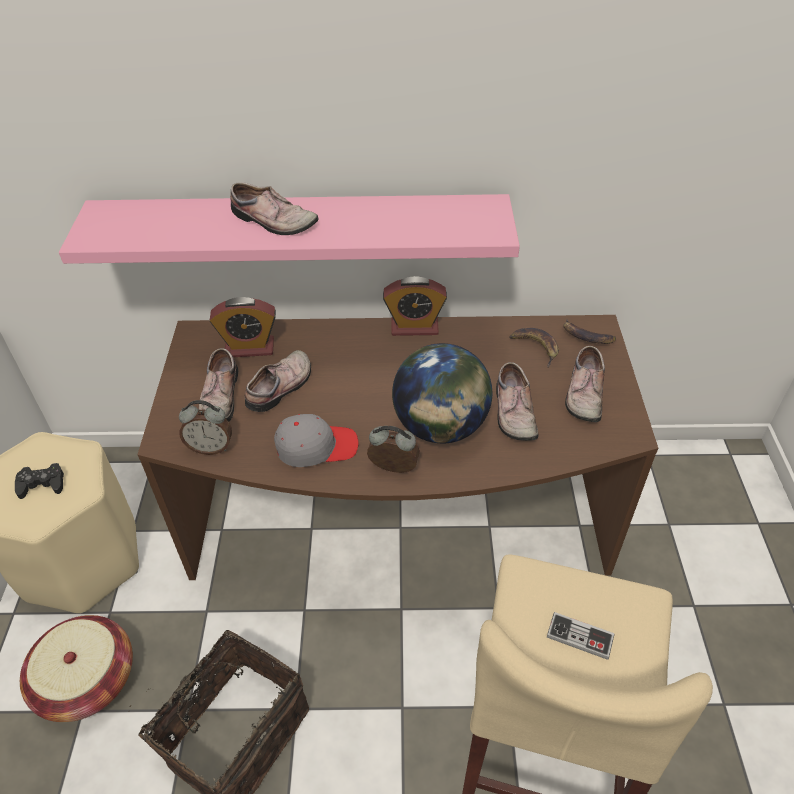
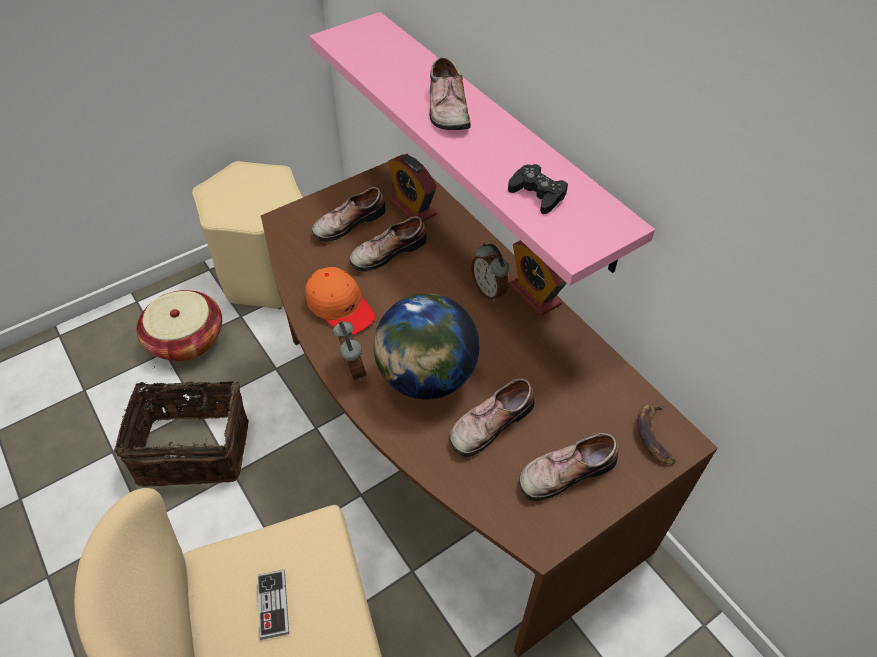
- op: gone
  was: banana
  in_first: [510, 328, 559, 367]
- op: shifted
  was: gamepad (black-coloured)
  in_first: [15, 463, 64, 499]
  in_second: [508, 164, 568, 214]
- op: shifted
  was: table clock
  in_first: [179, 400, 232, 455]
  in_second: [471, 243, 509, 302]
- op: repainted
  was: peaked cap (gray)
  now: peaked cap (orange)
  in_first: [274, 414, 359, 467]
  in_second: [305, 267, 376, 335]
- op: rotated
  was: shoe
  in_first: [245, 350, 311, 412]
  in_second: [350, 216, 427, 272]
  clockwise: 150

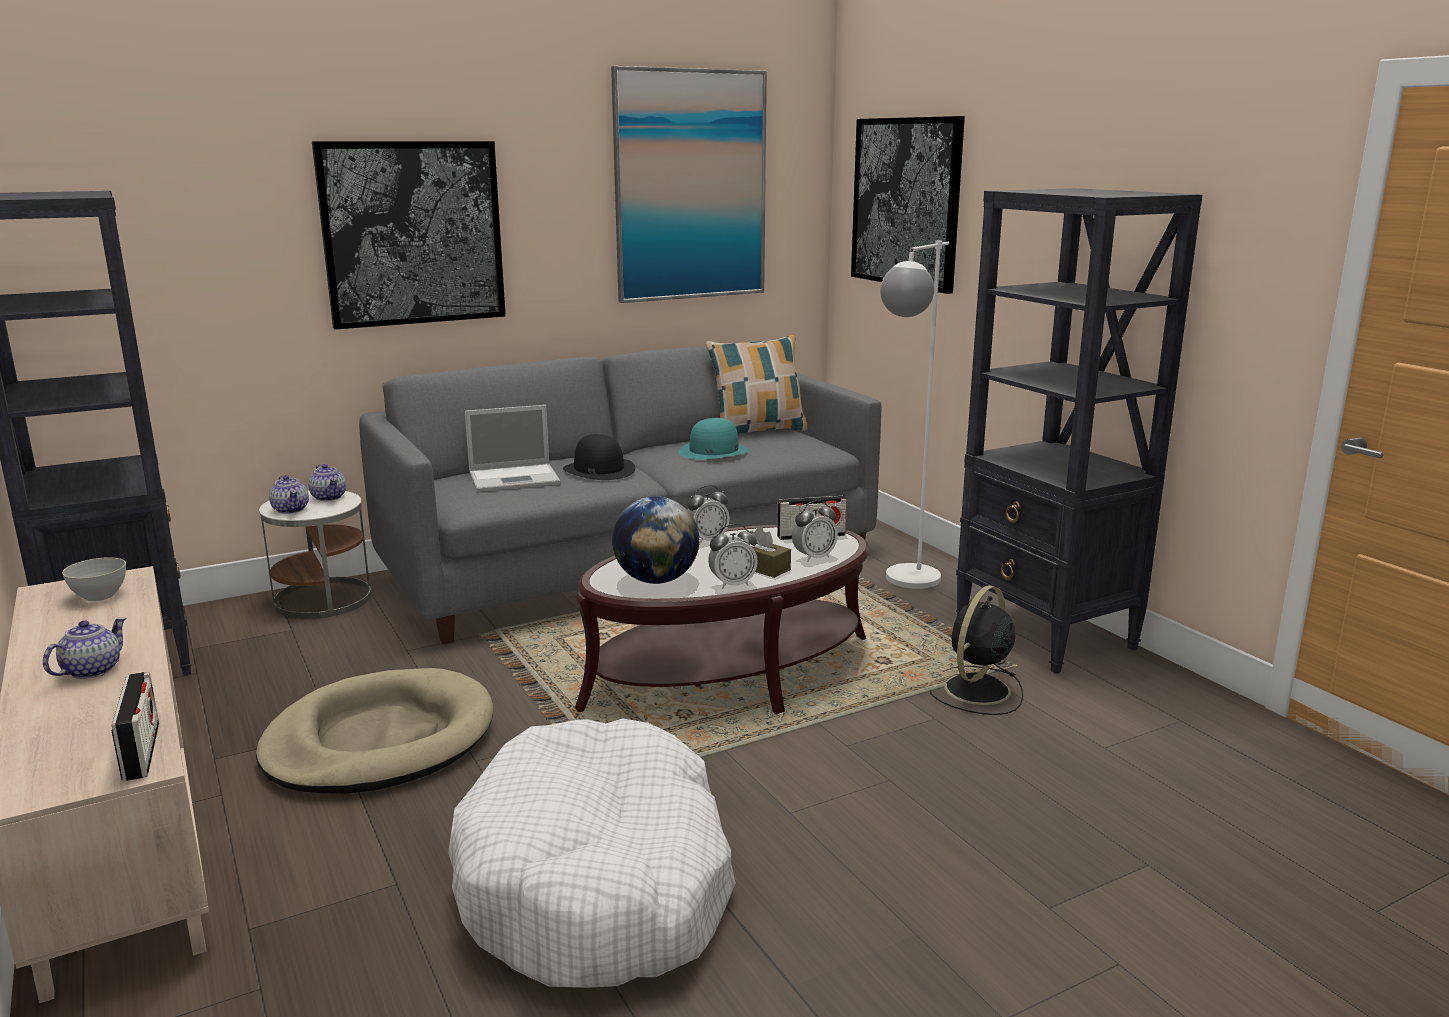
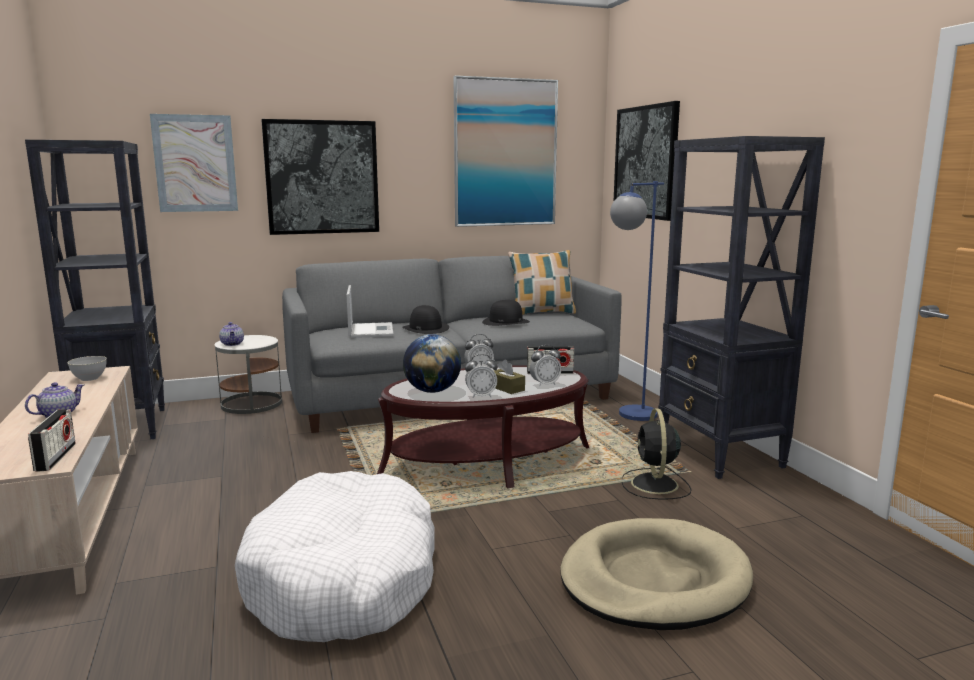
- op: gone
  was: teapot
  in_first: [308, 464, 346, 501]
- op: new
  now: picture
  in_second: [150, 114, 238, 212]
- op: shifted
  was: dog bed (beige)
  in_first: [256, 668, 493, 793]
  in_second: [560, 518, 753, 630]
- op: repainted
  was: hat (turquoise)
  now: hat (black-coloured)
  in_first: [679, 418, 749, 460]
  in_second: [482, 300, 530, 326]
- op: repainted
  was: standard lamp (white)
  now: standard lamp (bluish)
  in_first: [880, 241, 949, 589]
  in_second: [610, 181, 664, 421]
- op: rotated
  was: laptop
  in_first: [465, 405, 561, 492]
  in_second: [347, 285, 393, 338]
  clockwise: -90
- op: rotated
  was: electric fan (black-coloured)
  in_first: [930, 585, 1023, 715]
  in_second: [622, 409, 691, 500]
  clockwise: -45

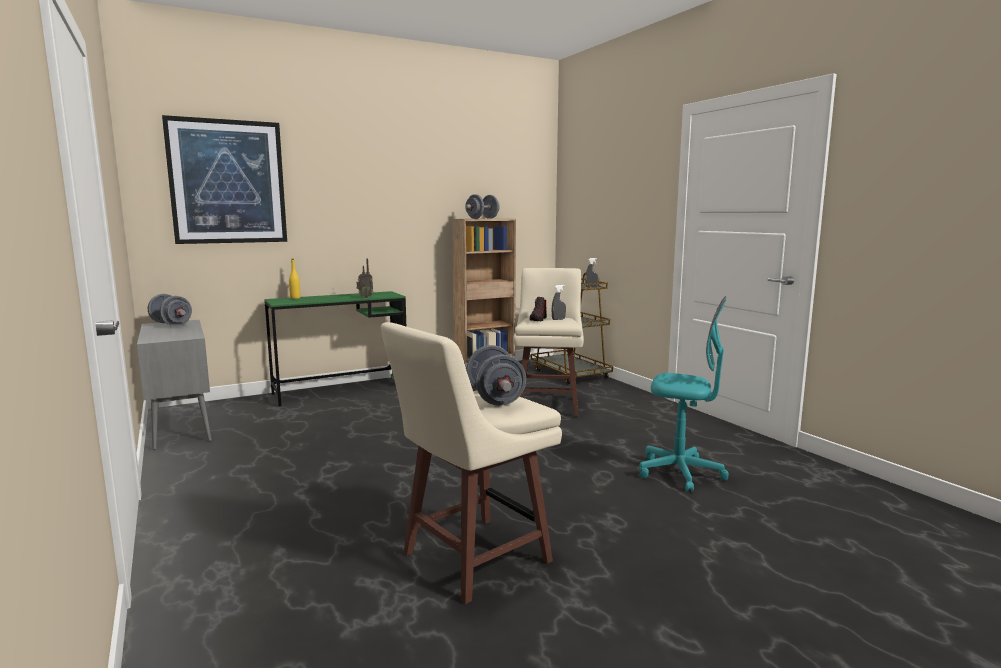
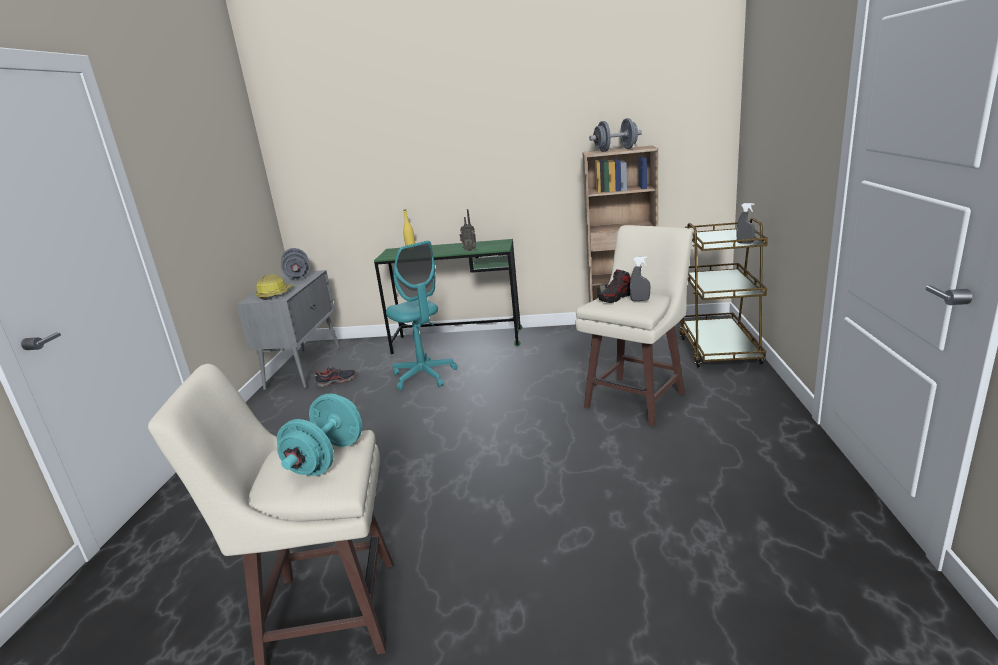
- op: gone
  was: picture
  in_first: [162, 115, 287, 244]
- op: new
  now: work helmet
  in_second: [256, 274, 293, 300]
- op: new
  now: shoe
  in_second: [314, 367, 356, 387]
- op: shifted
  was: office chair (turquoise)
  in_first: [639, 296, 729, 492]
  in_second: [386, 241, 457, 390]
- op: repainted
  was: free weight (gray)
  now: free weight (turquoise)
  in_first: [466, 345, 526, 406]
  in_second: [277, 394, 362, 476]

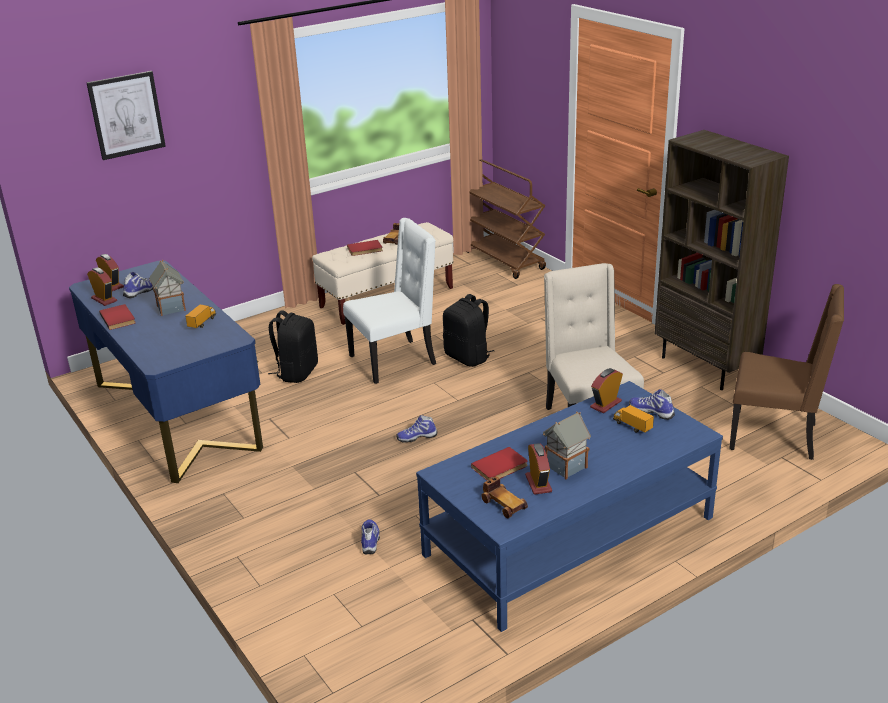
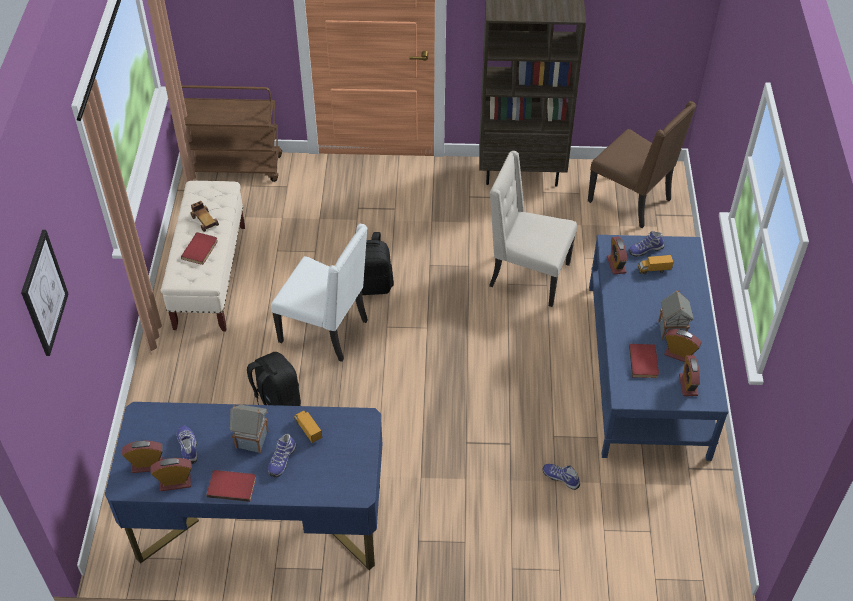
- op: shifted
  was: shoe
  in_first: [396, 415, 437, 443]
  in_second: [268, 434, 296, 477]
- op: swapped
  was: toy car
  now: table clock
  in_first: [481, 476, 528, 518]
  in_second: [679, 355, 700, 396]
- op: rotated
  was: chair (white)
  in_first: [343, 218, 436, 384]
  in_second: [271, 224, 368, 362]
  clockwise: 105
- op: rotated
  was: chair (brownish)
  in_first: [729, 284, 844, 460]
  in_second: [588, 101, 696, 228]
  clockwise: 75

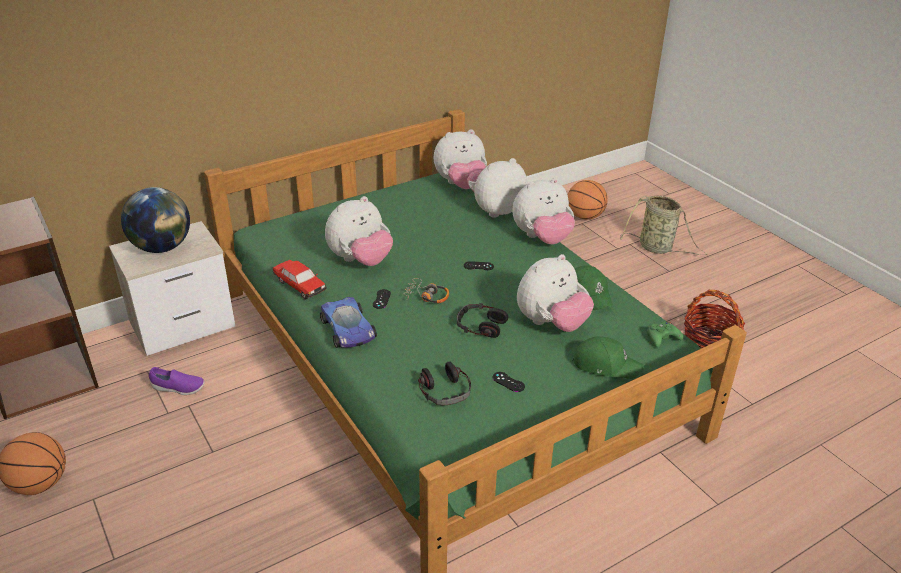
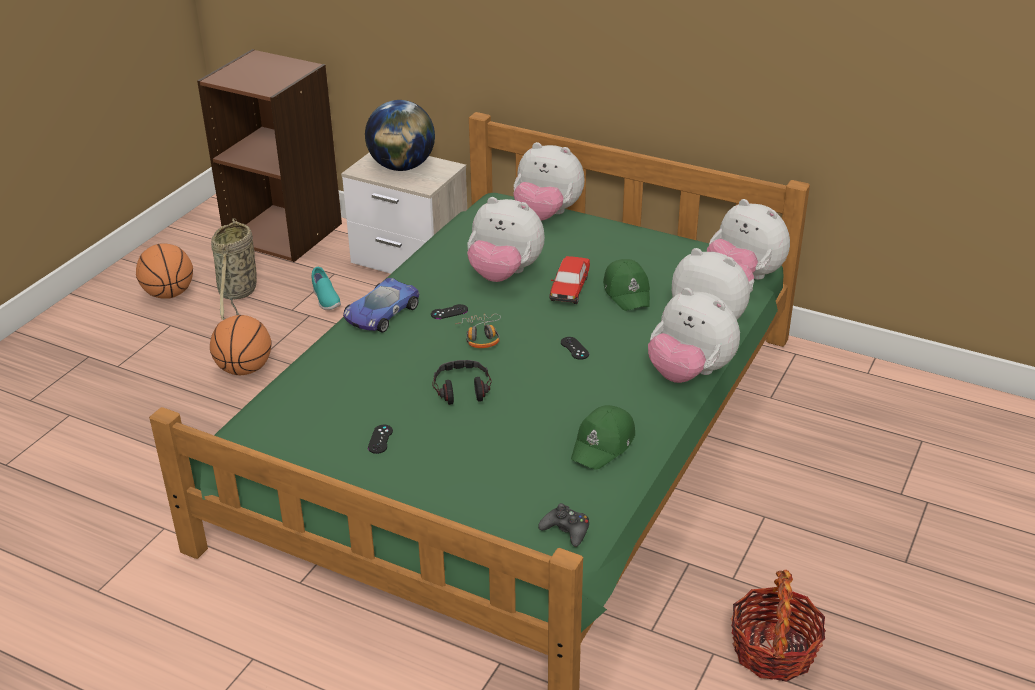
- op: gone
  was: headphones
  in_first: [418, 361, 471, 405]
- op: shifted
  was: toy car
  in_first: [273, 260, 327, 300]
  in_second: [549, 256, 590, 304]
- op: shifted
  was: plush toy
  in_first: [517, 254, 594, 332]
  in_second: [513, 142, 585, 221]
- op: shifted
  was: ball for basketball
  in_first: [568, 180, 608, 219]
  in_second: [210, 315, 272, 375]
- op: shifted
  was: peaked cap (greenish)
  in_first: [573, 336, 644, 379]
  in_second: [603, 259, 650, 311]
- op: shifted
  was: storage basket
  in_first: [621, 196, 708, 256]
  in_second: [211, 218, 257, 320]
- op: repainted
  was: shoe (purple)
  now: shoe (turquoise)
  in_first: [149, 367, 205, 395]
  in_second: [312, 267, 341, 310]
- op: repainted
  was: gamepad (greenish)
  now: gamepad (black-coloured)
  in_first: [647, 321, 683, 347]
  in_second: [538, 503, 589, 547]

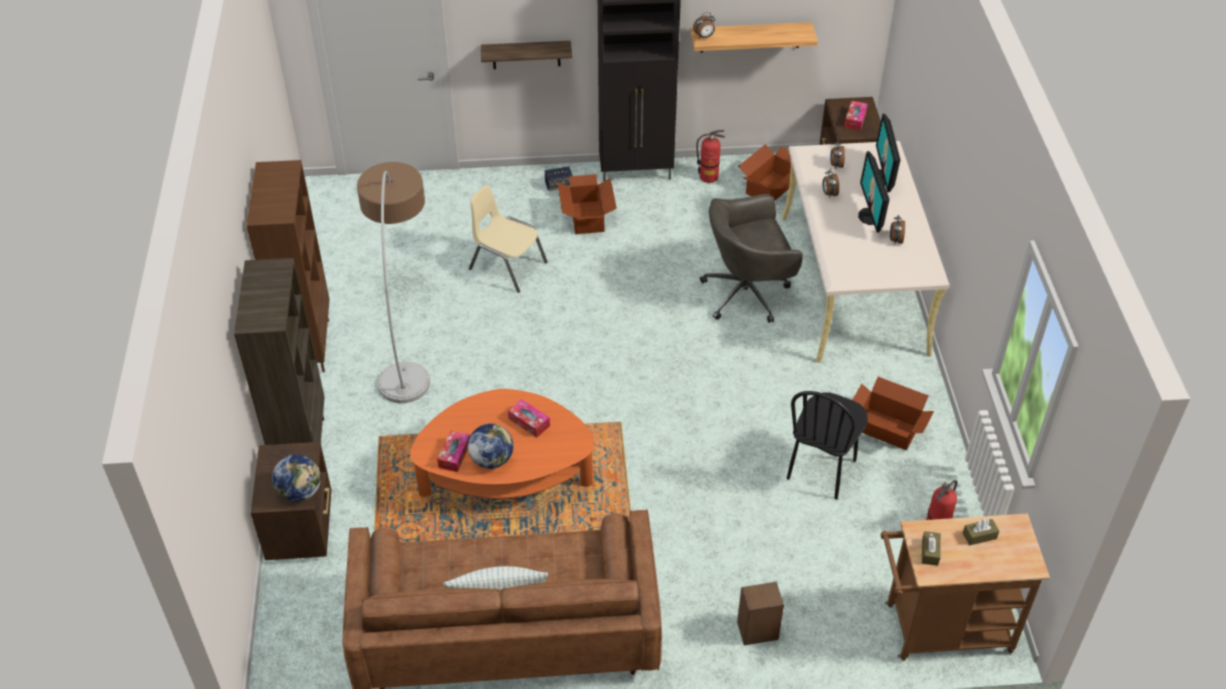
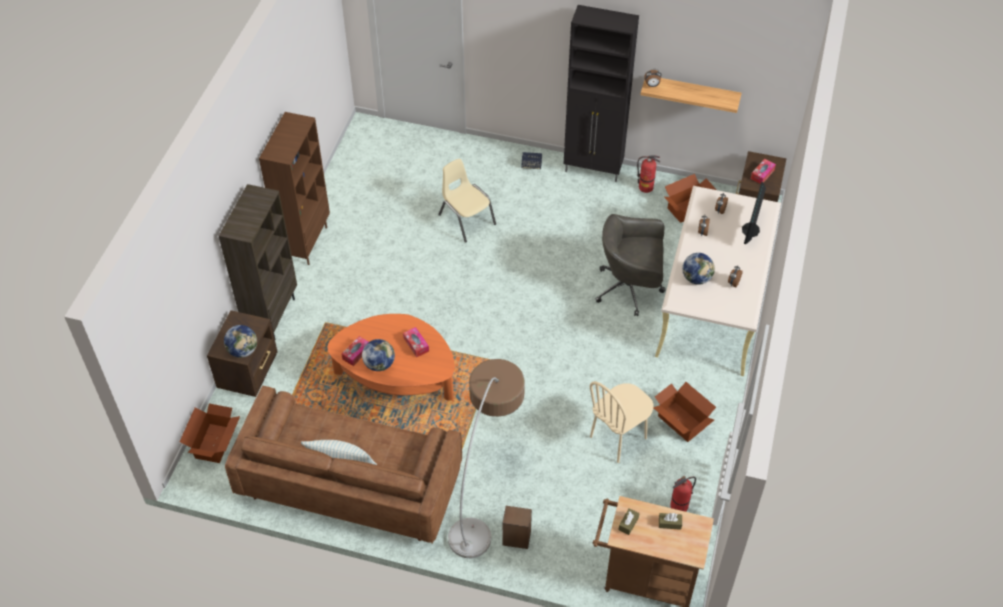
- op: gone
  was: wall shelf
  in_first: [481, 41, 572, 69]
- op: gone
  was: computer screen
  in_first: [858, 151, 890, 233]
- op: new
  now: desk globe
  in_second: [682, 253, 715, 285]
- op: shifted
  was: standard lamp
  in_first: [357, 162, 430, 403]
  in_second: [448, 359, 525, 558]
- op: shifted
  was: packing box
  in_first: [557, 174, 617, 234]
  in_second: [180, 403, 240, 463]
- op: repainted
  was: chair (black-coloured)
  now: chair (beige)
  in_first: [787, 391, 868, 500]
  in_second: [590, 381, 654, 463]

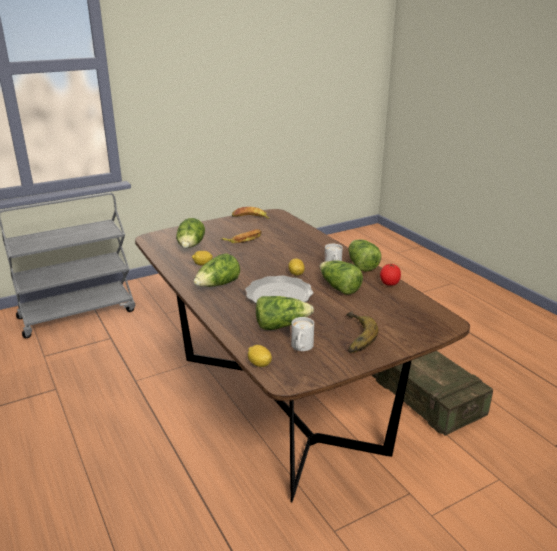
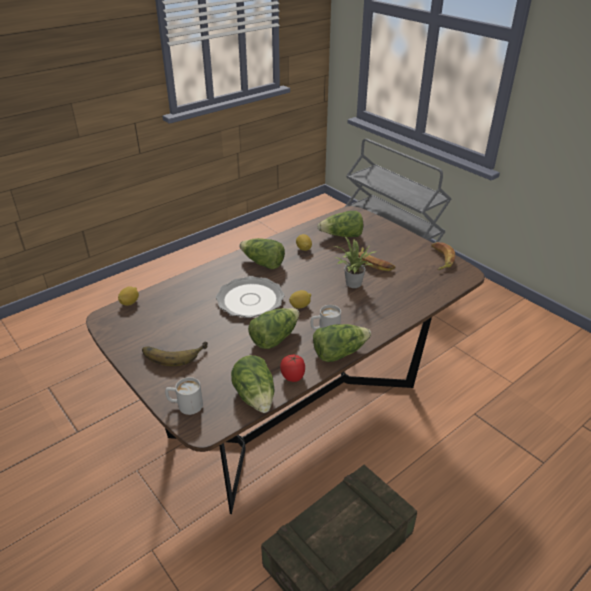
- op: new
  now: houseplant
  in_second: [334, 236, 375, 288]
- op: shifted
  was: lettuce
  in_first: [256, 296, 314, 330]
  in_second: [231, 355, 274, 413]
- op: shifted
  was: tea mug (white)
  in_first: [291, 317, 314, 351]
  in_second: [165, 377, 203, 415]

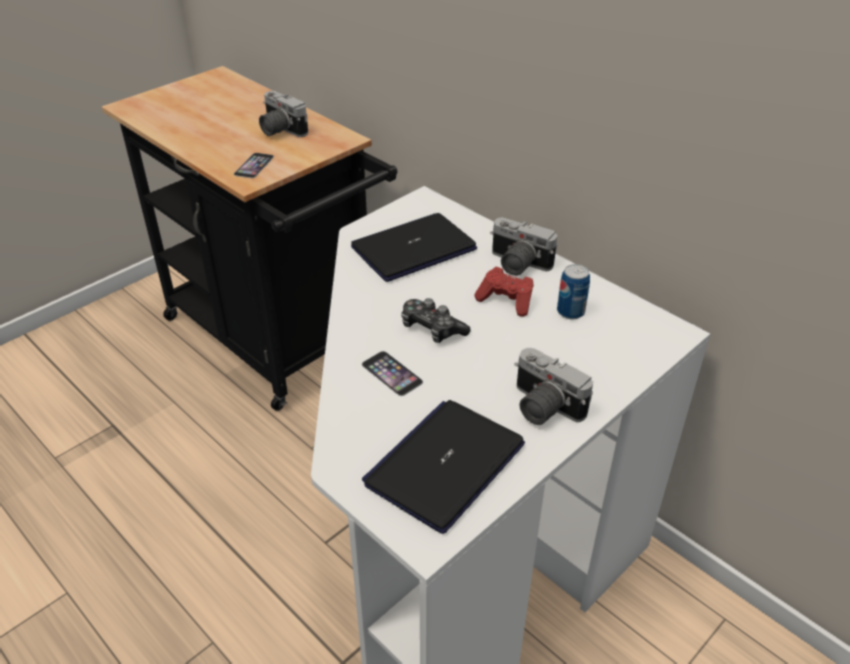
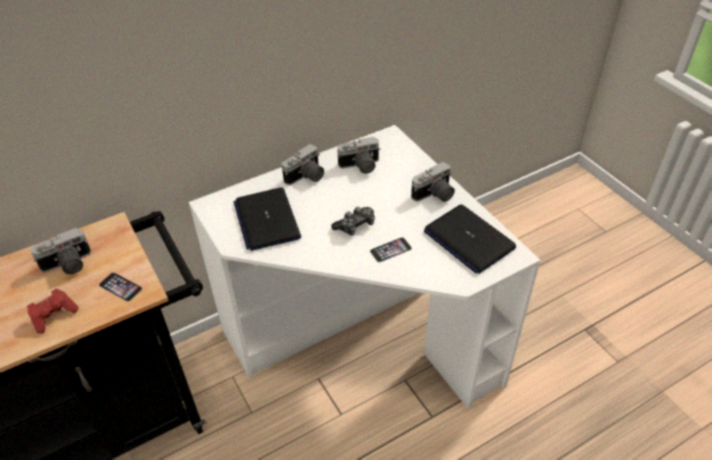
- op: shifted
  was: gamepad (red)
  in_first: [474, 267, 533, 317]
  in_second: [27, 289, 79, 334]
- op: swapped
  was: metal can
  now: photo camera
  in_first: [557, 264, 590, 319]
  in_second: [337, 137, 381, 174]

